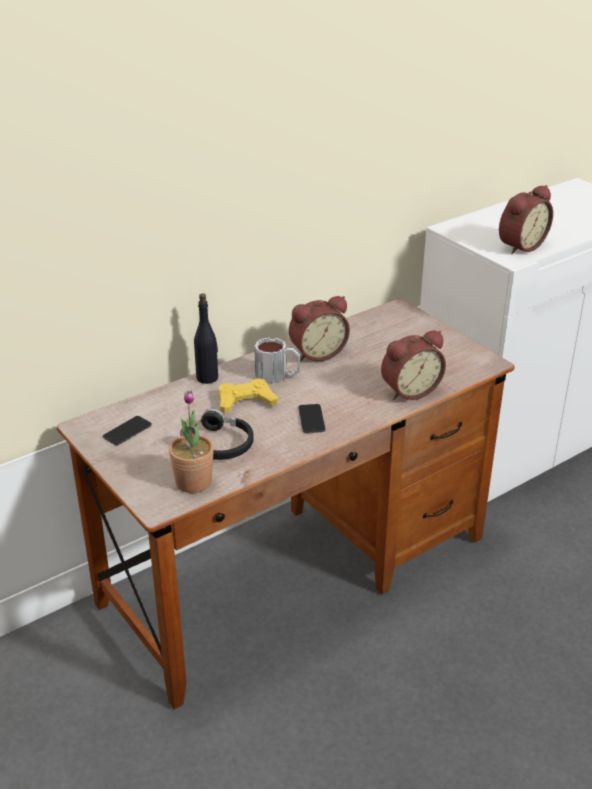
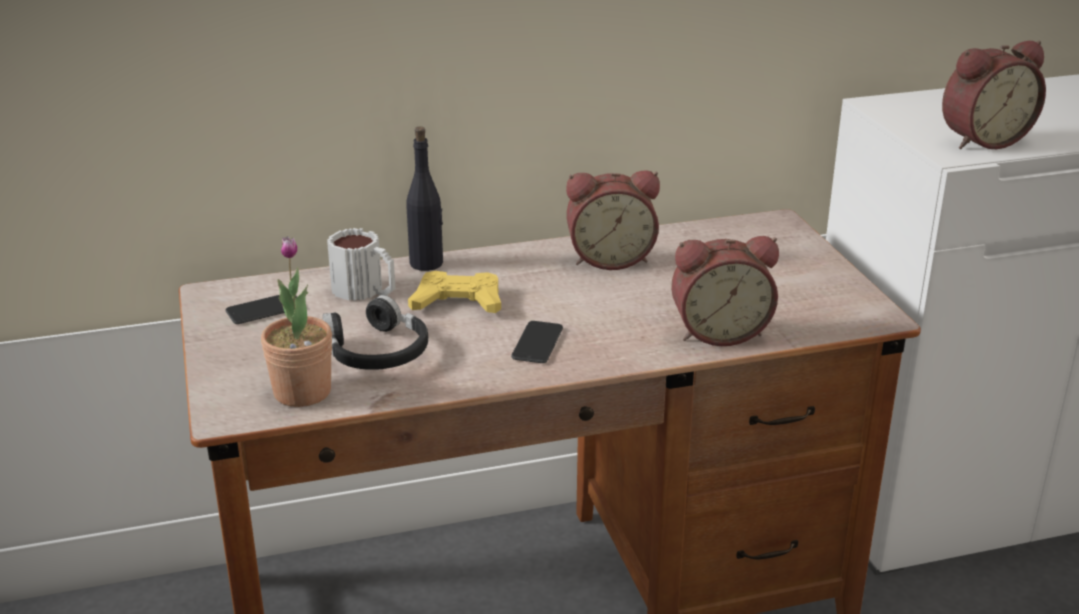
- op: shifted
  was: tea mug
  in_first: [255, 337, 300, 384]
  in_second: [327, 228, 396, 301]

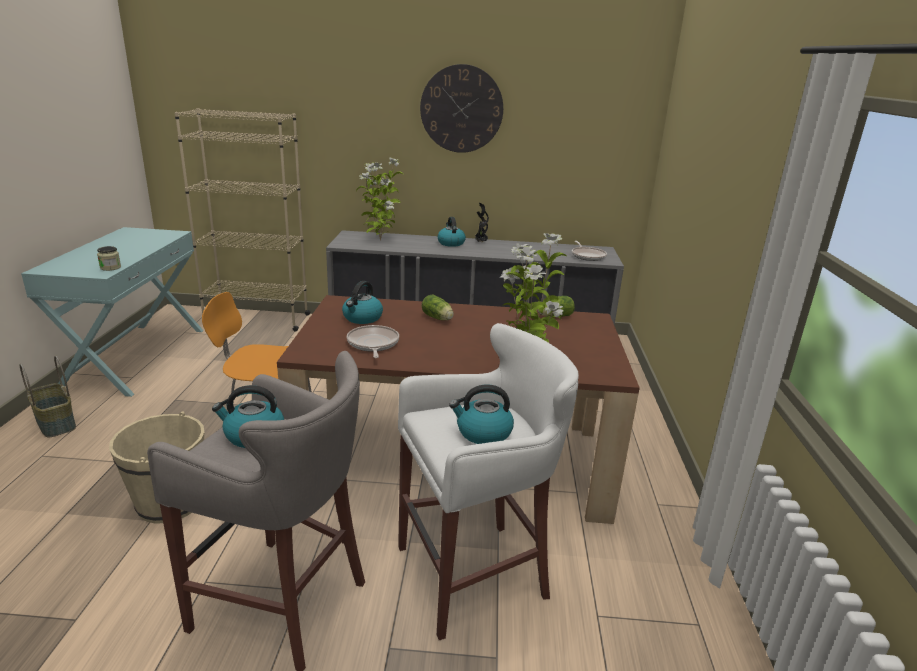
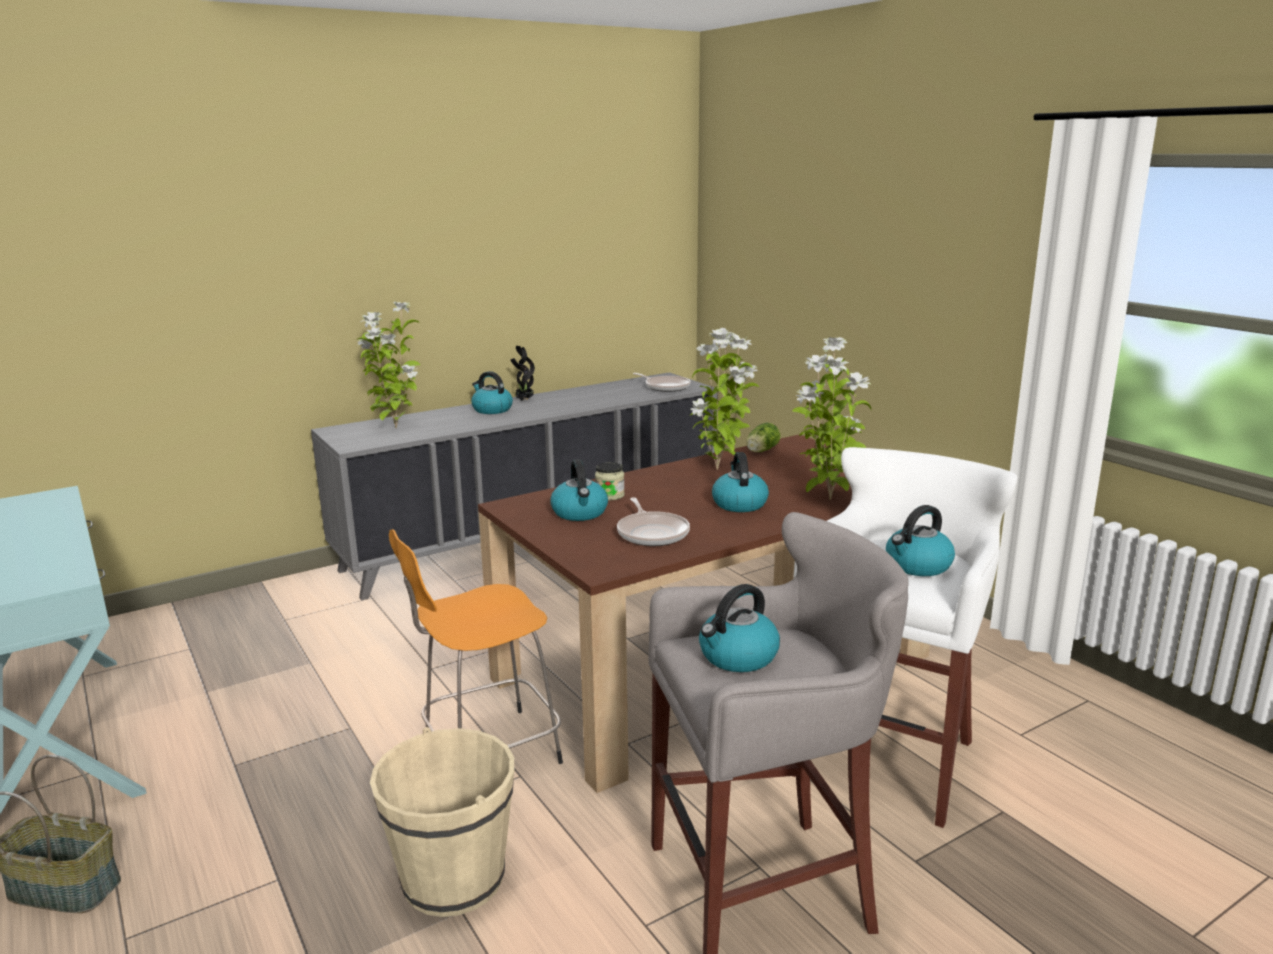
- op: gone
  was: bookcase (beige)
  in_first: [175, 108, 311, 332]
- op: gone
  was: clock on the wall
  in_first: [420, 64, 503, 153]
- op: gone
  was: lettuce
  in_first: [422, 294, 454, 320]
- op: new
  now: houseplant
  in_second: [690, 328, 759, 470]
- op: new
  now: tea kettle
  in_second: [712, 452, 769, 512]
- op: shifted
  was: jar
  in_first: [97, 246, 121, 271]
  in_second: [595, 462, 625, 500]
- op: rotated
  was: frying pan
  in_first: [347, 325, 399, 358]
  in_second: [617, 497, 690, 546]
  clockwise: -150

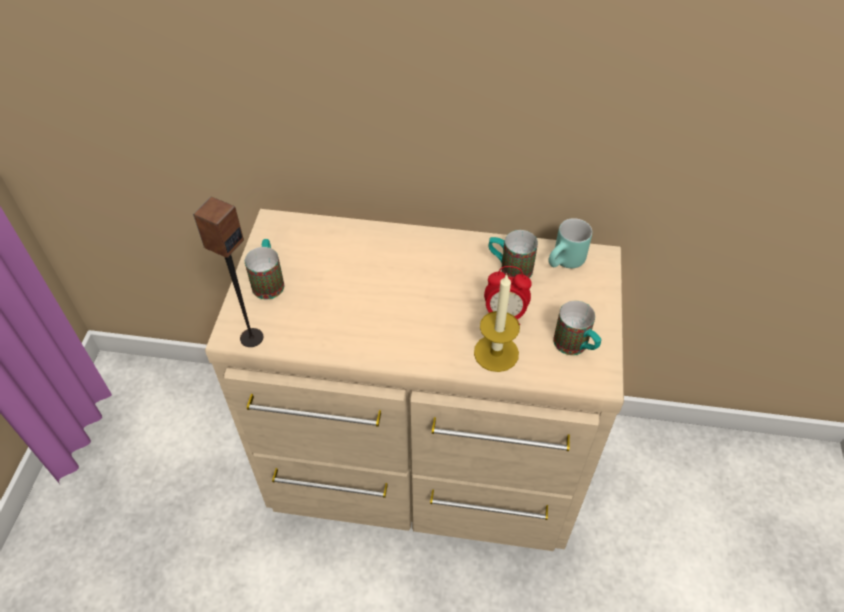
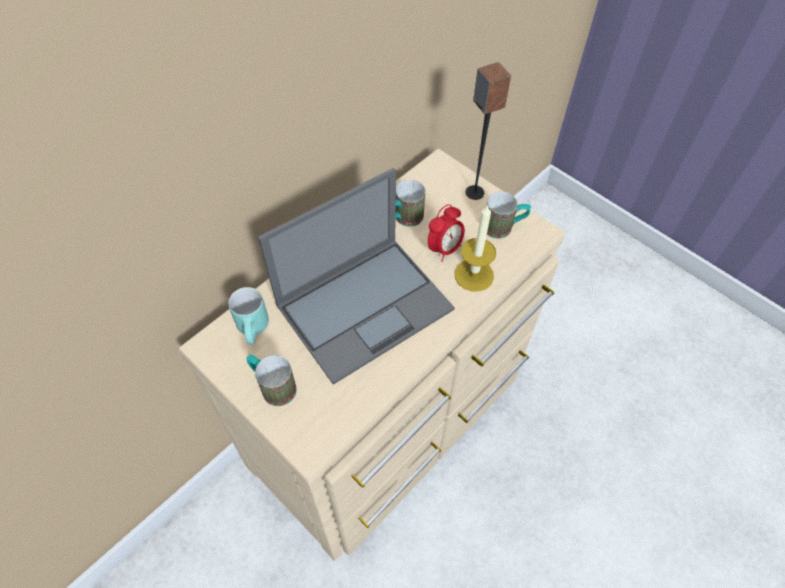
- op: new
  now: laptop
  in_second: [258, 168, 455, 385]
- op: shifted
  was: speaker
  in_first: [193, 197, 263, 347]
  in_second: [466, 62, 511, 200]
- op: shifted
  was: tea mug (turquoise)
  in_first: [548, 218, 592, 269]
  in_second: [229, 287, 269, 344]

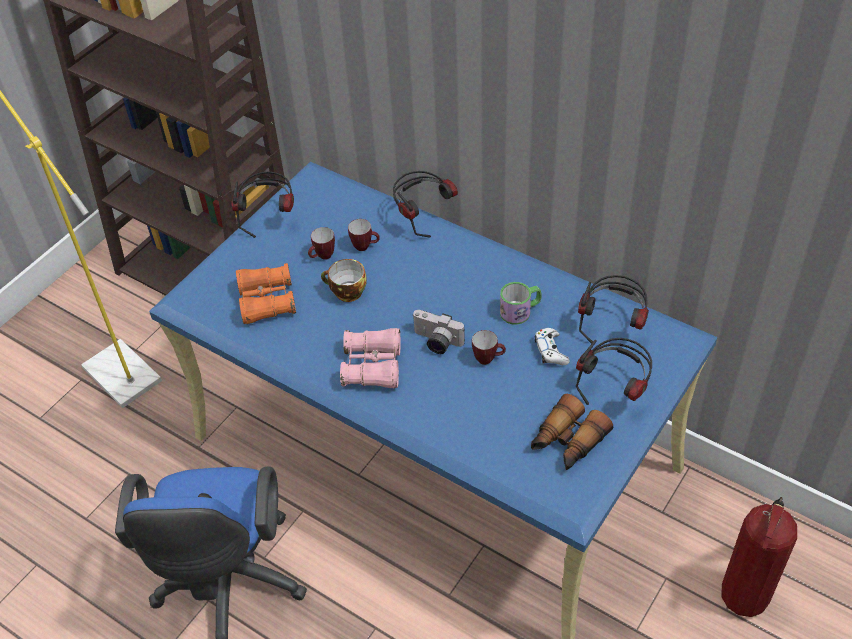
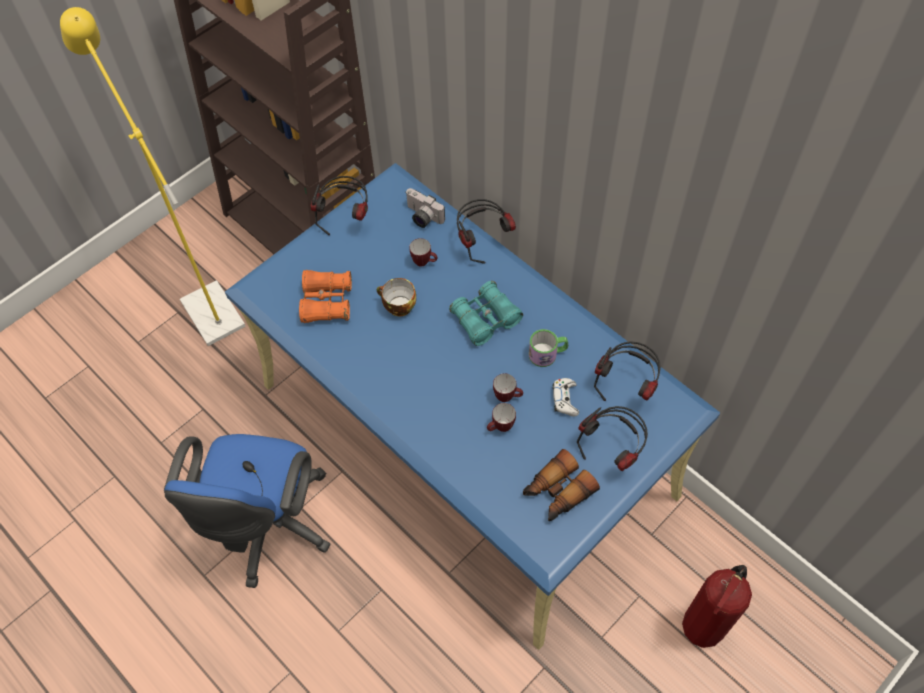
- op: gone
  was: binoculars (pink)
  in_first: [340, 328, 401, 389]
- op: new
  now: binoculars (turquoise)
  in_second: [449, 281, 523, 346]
- op: shifted
  was: tea mug
  in_first: [308, 227, 335, 260]
  in_second: [487, 403, 516, 432]
- op: shifted
  was: photo camera
  in_first: [412, 310, 465, 354]
  in_second: [406, 188, 445, 228]

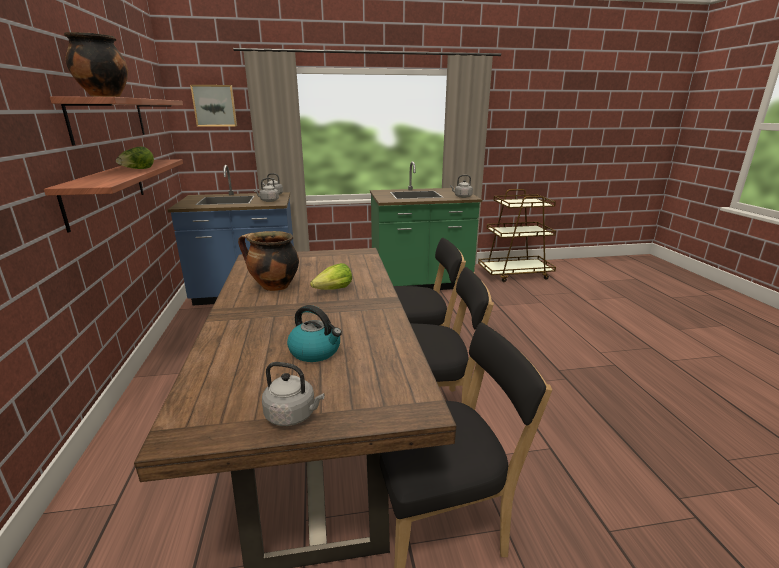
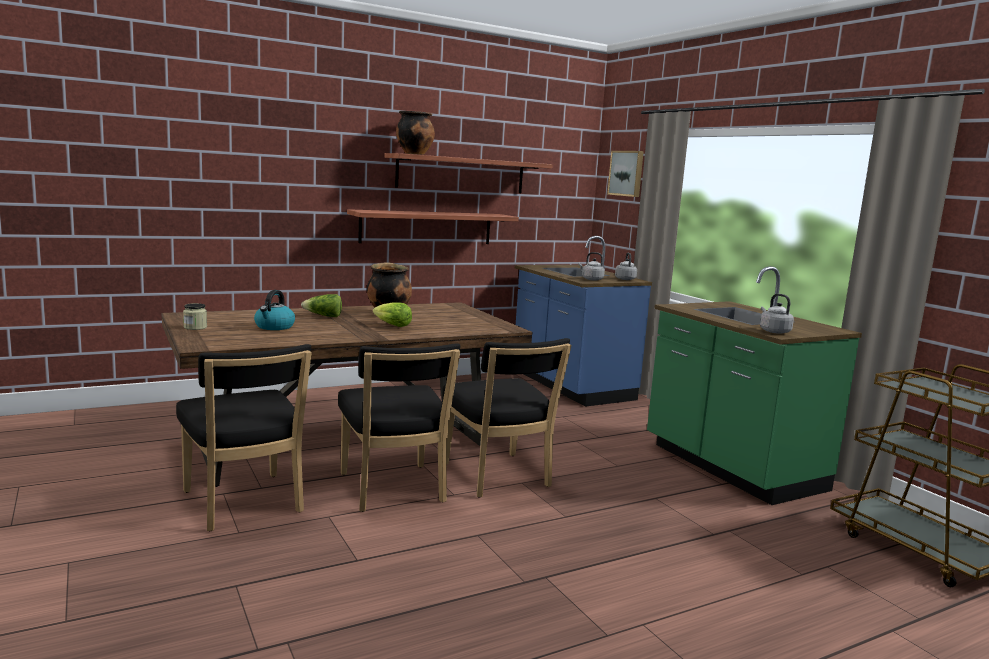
- op: shifted
  was: lettuce
  in_first: [116, 147, 154, 169]
  in_second: [301, 294, 342, 317]
- op: swapped
  was: tea kettle (gray)
  now: jar
  in_first: [262, 362, 324, 426]
  in_second: [183, 303, 207, 330]

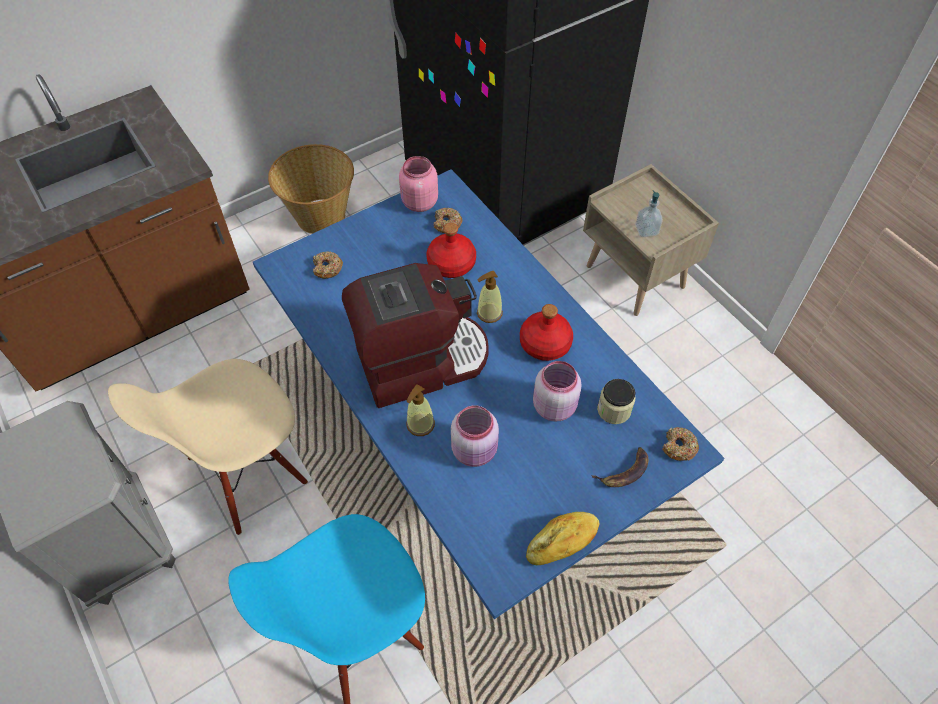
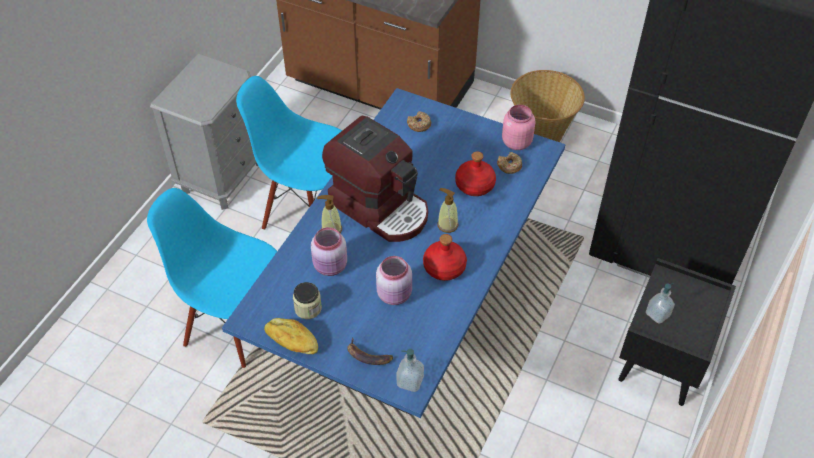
- op: shifted
  was: jar
  in_first: [597, 379, 636, 424]
  in_second: [293, 282, 322, 319]
- op: swapped
  was: ring doughnut
  now: soap dispenser
  in_first: [662, 427, 699, 461]
  in_second: [397, 349, 424, 392]
- op: repainted
  was: chair (beige)
  now: chair (bluish)
  in_first: [108, 359, 308, 535]
  in_second: [236, 76, 342, 230]
- op: repainted
  was: night table (beige)
  now: night table (black-coloured)
  in_first: [583, 164, 719, 316]
  in_second: [618, 258, 736, 406]

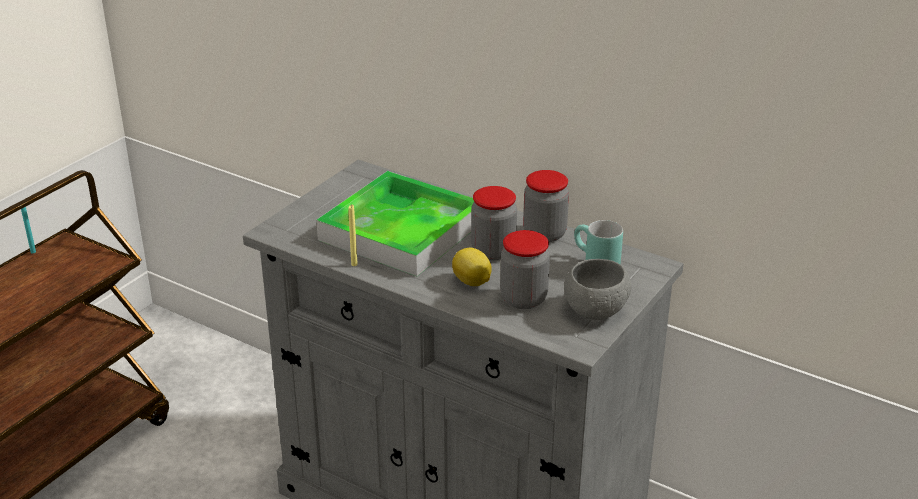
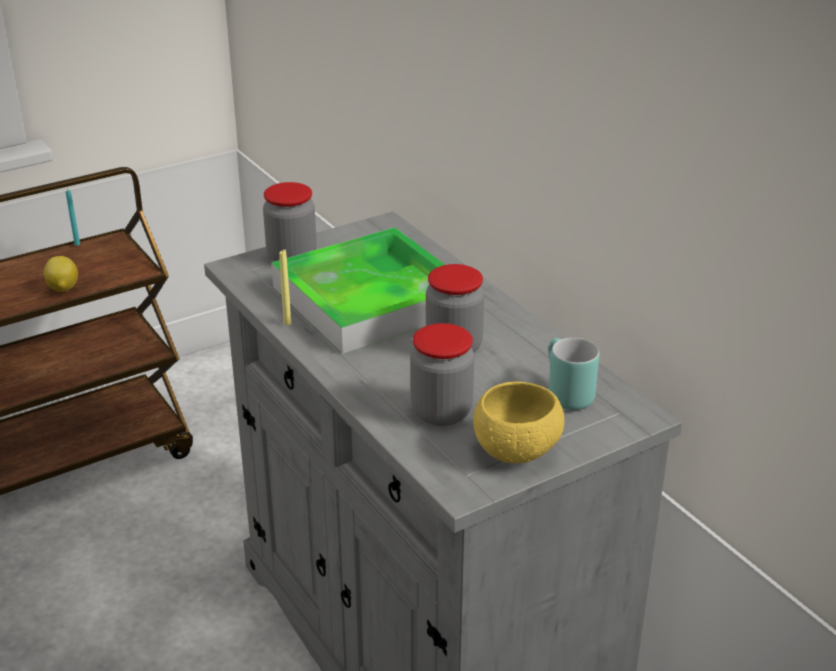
- op: shifted
  was: citrus fruit
  in_first: [452, 248, 492, 286]
  in_second: [44, 256, 78, 292]
- op: shifted
  was: jar
  in_first: [523, 170, 569, 242]
  in_second: [263, 182, 317, 261]
- op: repainted
  was: deep dish (gray)
  now: deep dish (yellowish)
  in_first: [564, 259, 631, 320]
  in_second: [473, 382, 565, 464]

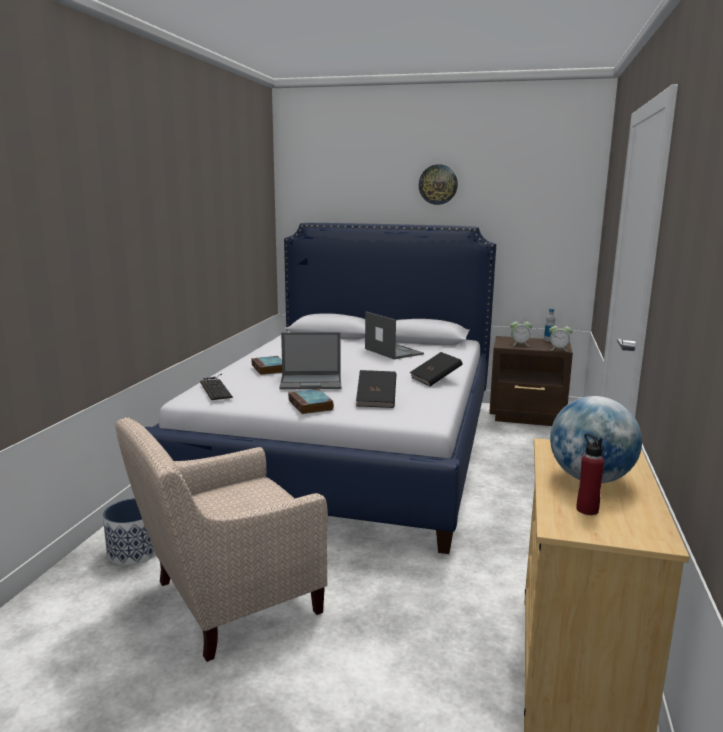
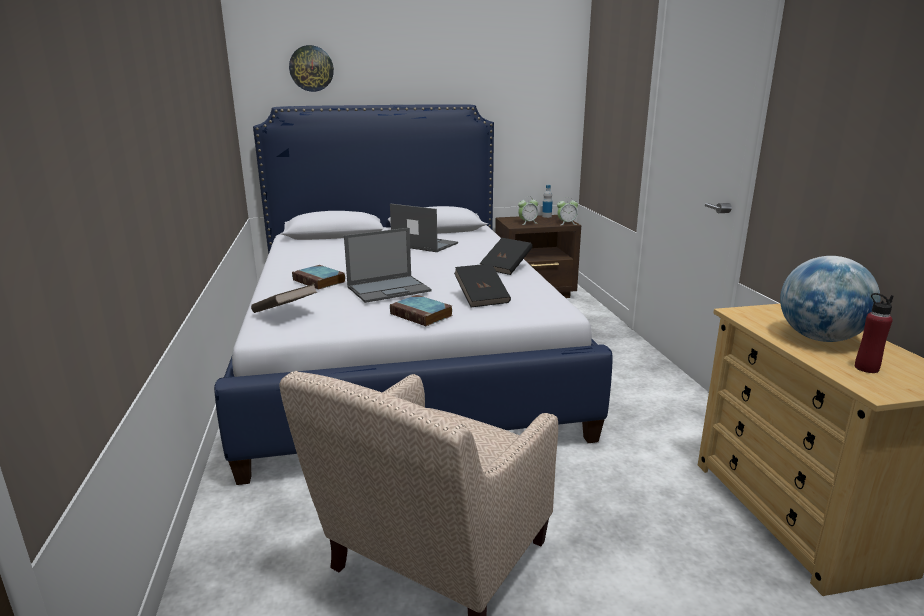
- op: gone
  was: plant pot
  in_first: [103, 498, 156, 565]
- op: shifted
  was: clock on the wall
  in_first: [419, 164, 458, 205]
  in_second: [289, 45, 334, 92]
- op: swapped
  was: computer keyboard
  now: book (brownish)
  in_first: [200, 374, 233, 400]
  in_second: [251, 284, 317, 313]

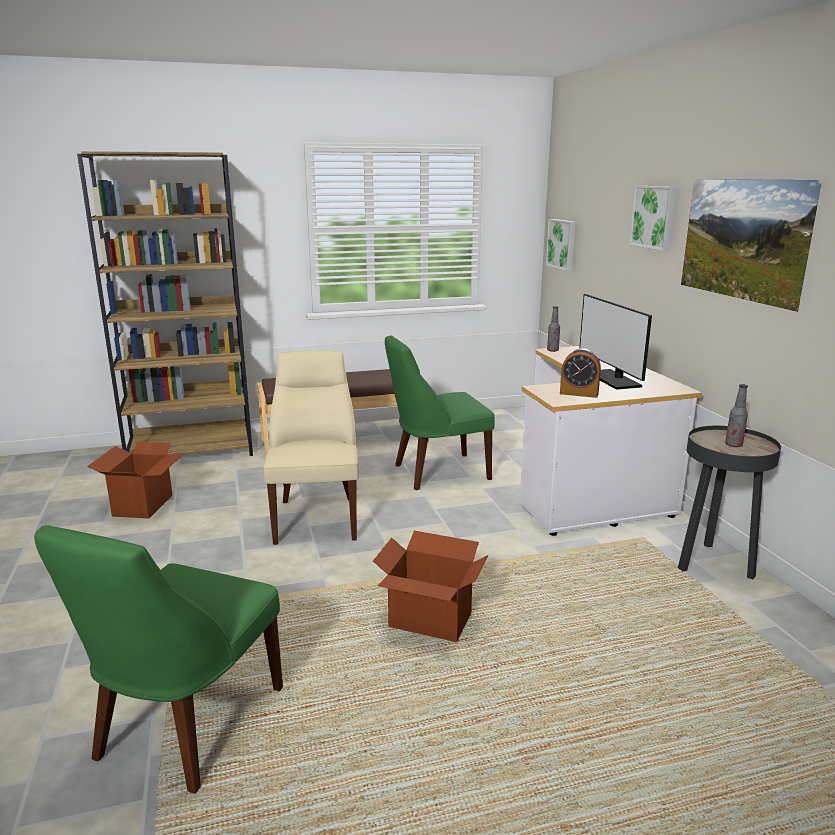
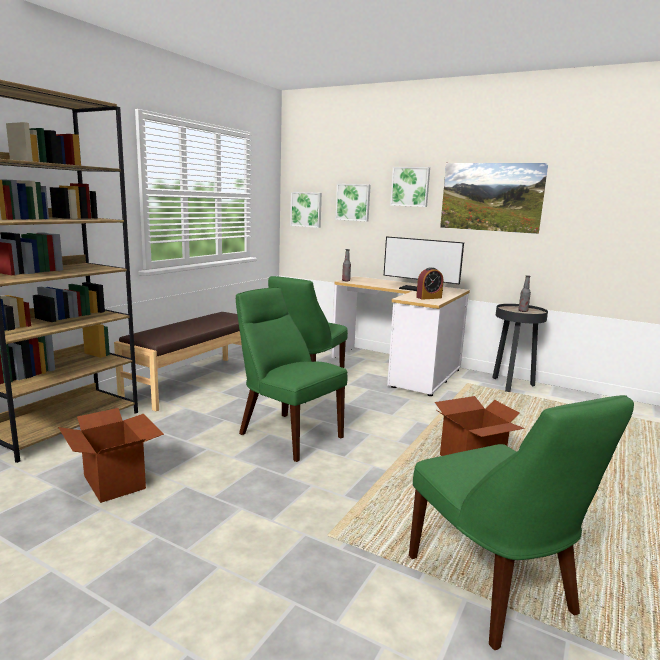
- op: new
  now: picture
  in_second: [335, 184, 371, 222]
- op: repainted
  was: chair (beige)
  now: chair (greenish)
  in_first: [263, 350, 359, 545]
  in_second: [236, 288, 347, 462]

